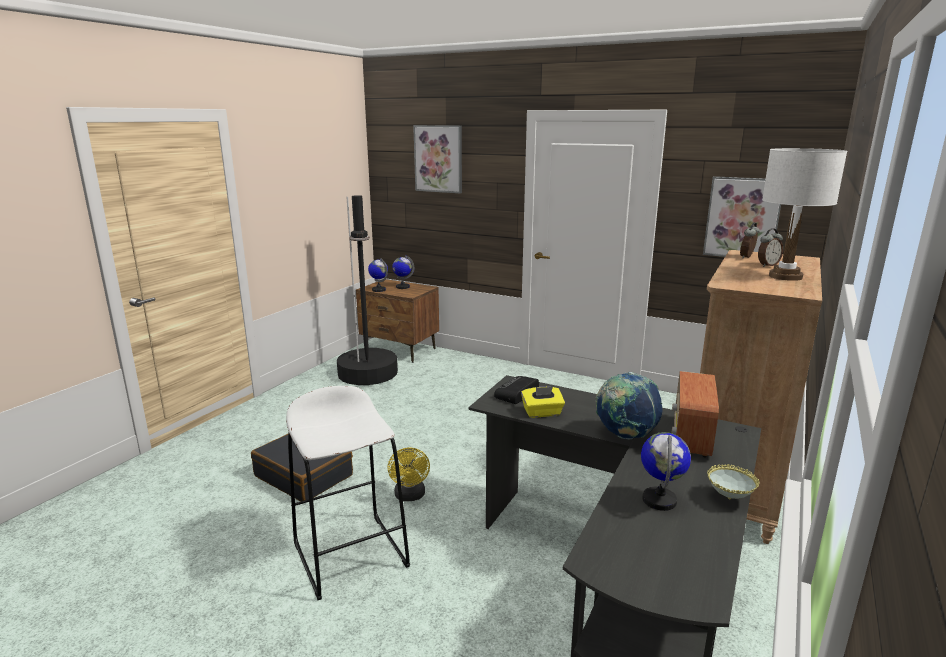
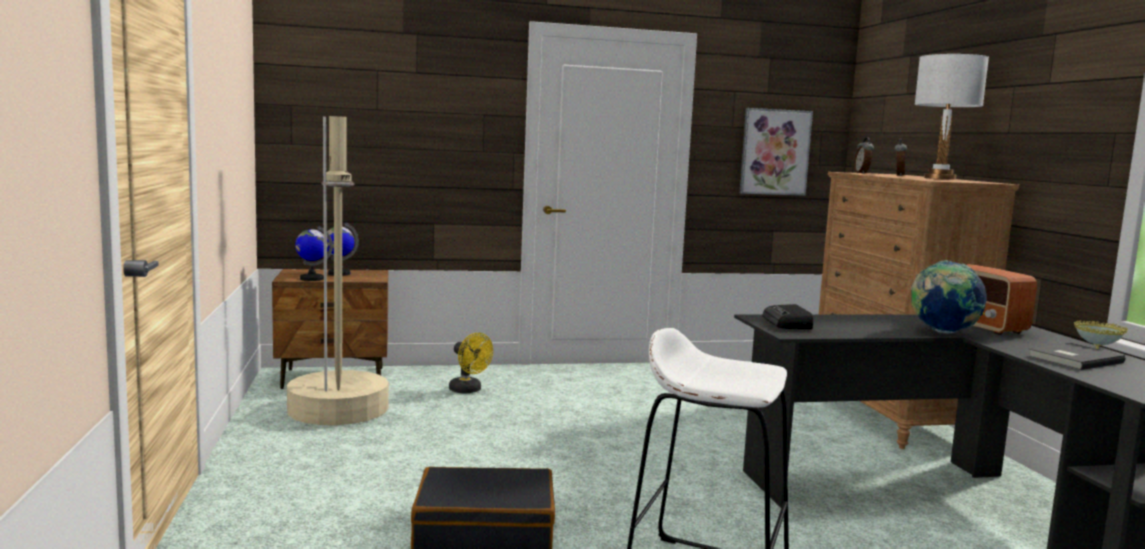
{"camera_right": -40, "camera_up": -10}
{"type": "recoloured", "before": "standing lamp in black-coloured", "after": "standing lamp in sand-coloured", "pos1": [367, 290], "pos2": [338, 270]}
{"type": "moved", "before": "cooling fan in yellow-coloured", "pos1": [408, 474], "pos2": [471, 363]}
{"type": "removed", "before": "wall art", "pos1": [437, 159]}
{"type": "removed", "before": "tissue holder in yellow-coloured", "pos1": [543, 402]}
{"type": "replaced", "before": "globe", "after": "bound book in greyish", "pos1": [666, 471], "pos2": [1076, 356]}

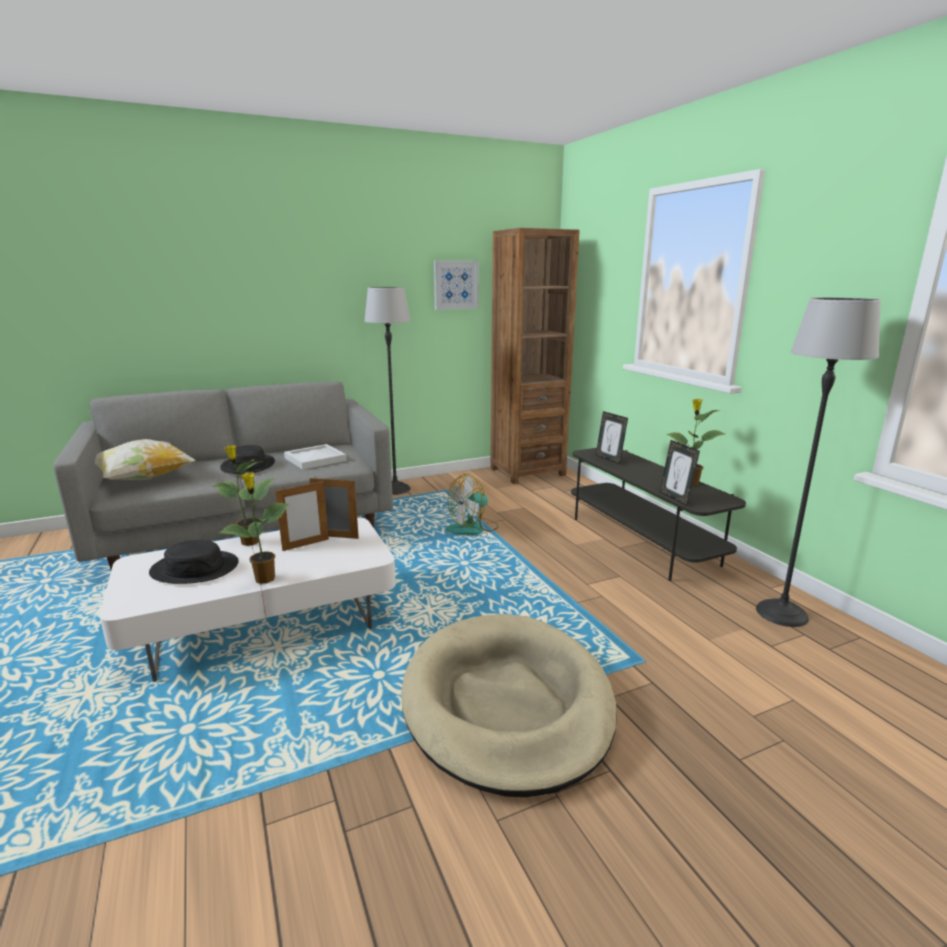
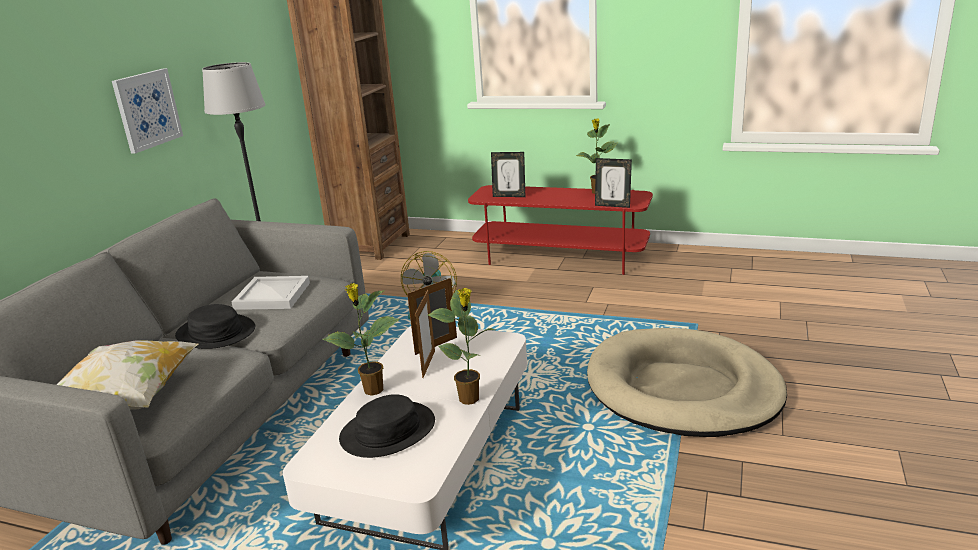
{"camera_right": -45, "camera_up": 5}
{"type": "moved", "before": "wall art", "pos1": [456, 285], "pos2": [147, 111]}
{"type": "recoloured", "before": "tv stand in greyish", "after": "tv stand in reddish", "pos1": [658, 514], "pos2": [560, 230]}
{"type": "removed", "before": "standing lamp", "pos1": [818, 462]}

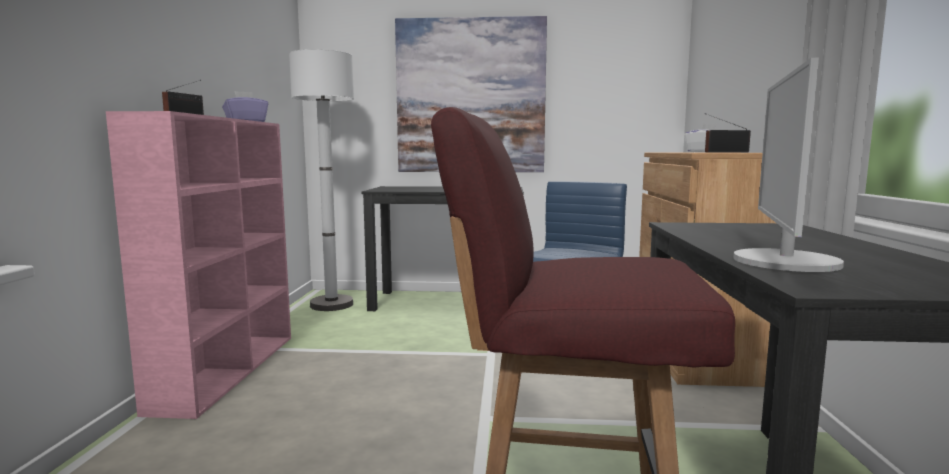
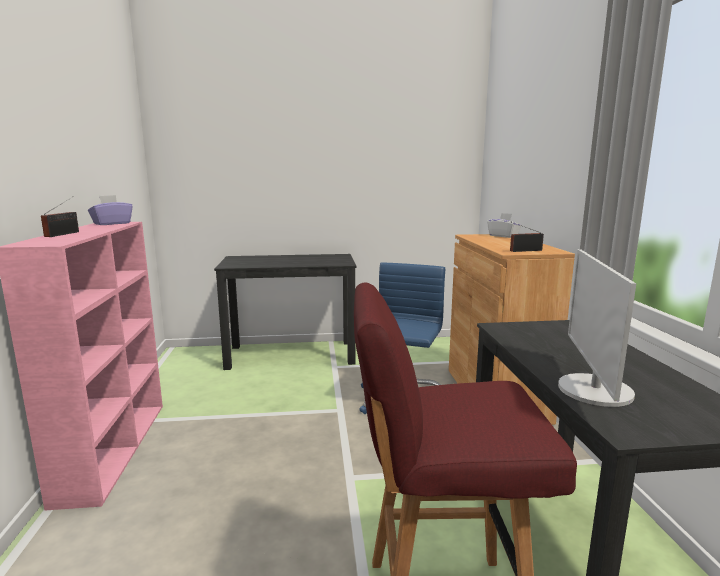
{"camera_right": -10, "camera_up": 5}
{"type": "removed", "before": "standing lamp in whitish", "pos1": [321, 180]}
{"type": "removed", "before": "wall art", "pos1": [471, 94]}

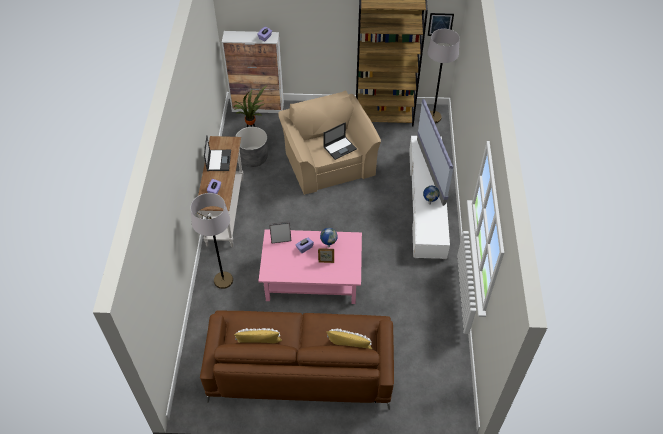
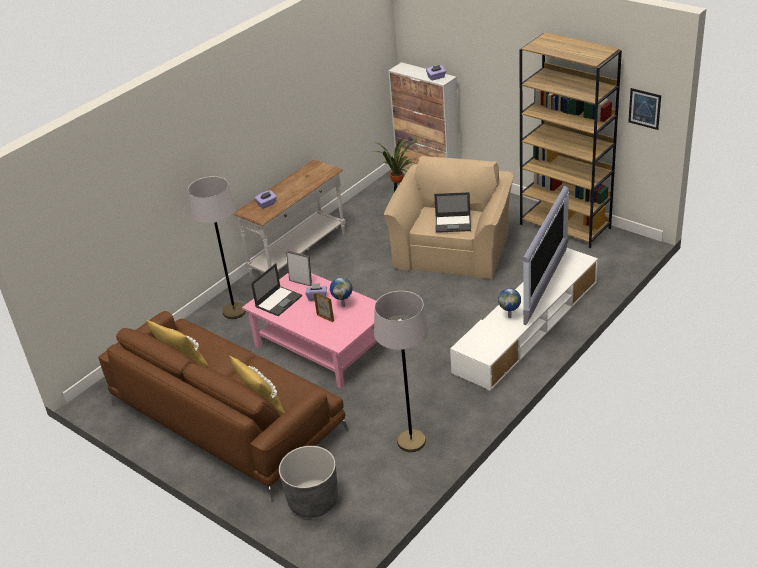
{"camera_right": 40, "camera_up": -15}
{"type": "moved", "before": "notebook computer", "pos1": [217, 153], "pos2": [276, 289]}
{"type": "moved", "before": "flower pot in greyish", "pos1": [251, 147], "pos2": [308, 482]}
{"type": "moved", "before": "standing lamp in greyish", "pos1": [443, 76], "pos2": [401, 371]}

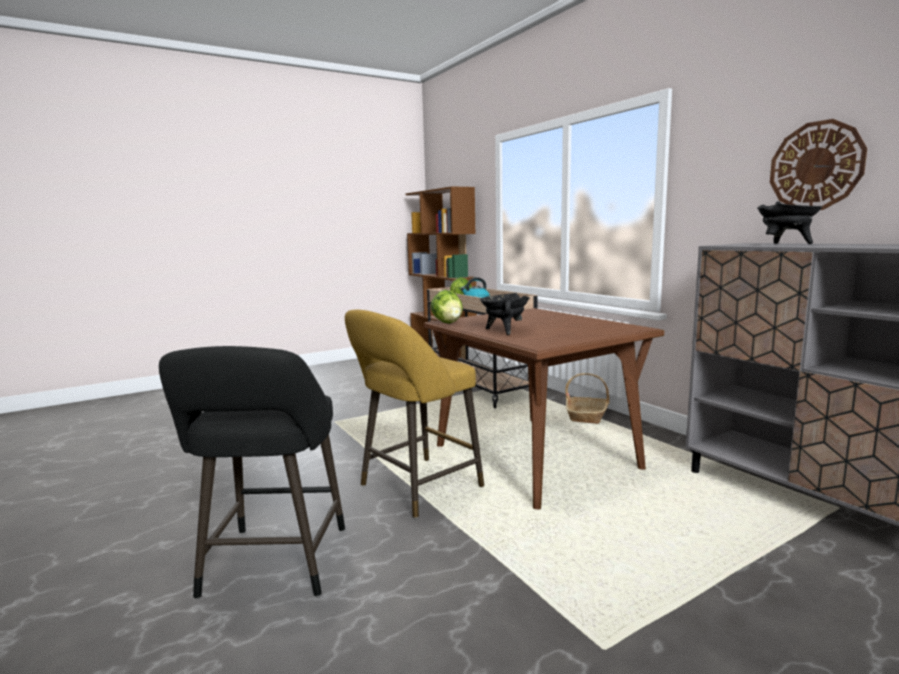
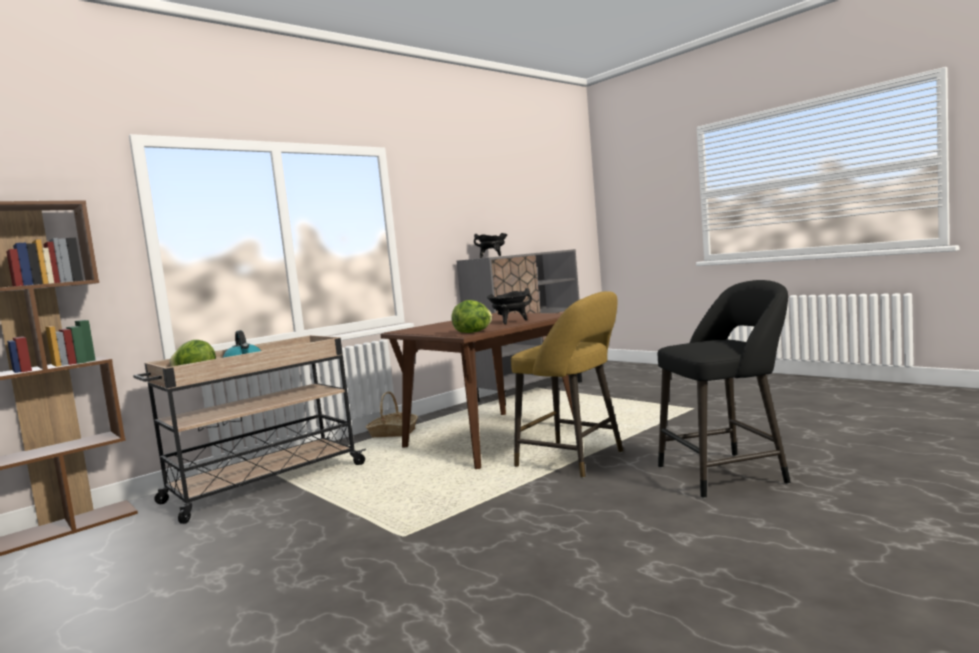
{"camera_right": -100, "camera_up": -5}
{"type": "removed", "before": "wall clock", "pos1": [818, 164]}

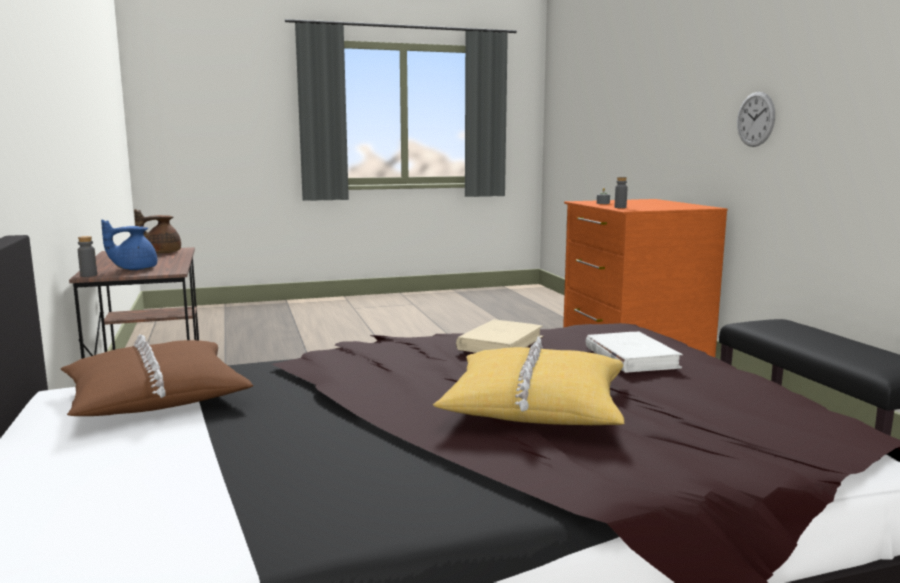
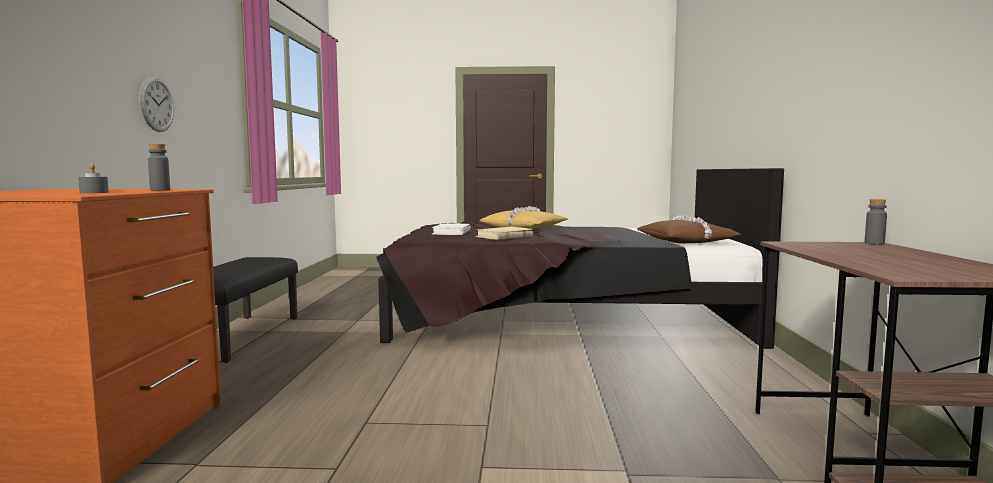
{"camera_right": -160, "camera_up": -5}
{"type": "removed", "before": "teapot in blue-coloured", "pos1": [129, 245]}
{"type": "removed", "before": "teapot in brownish", "pos1": [157, 231]}
{"type": "moved", "before": "wall clock", "pos1": [756, 119], "pos2": [156, 104]}

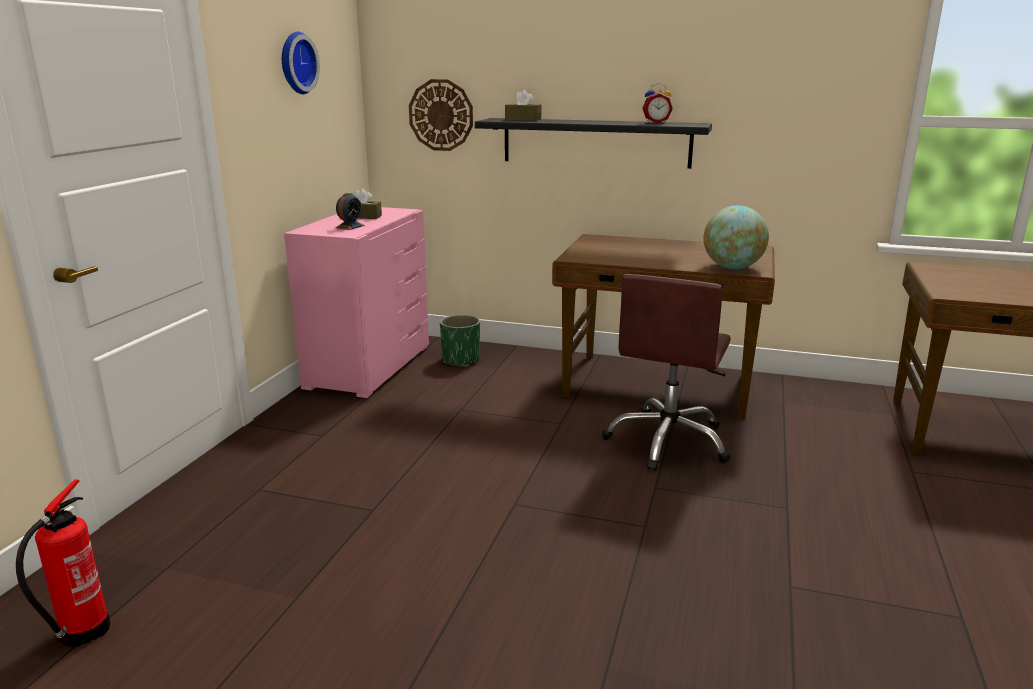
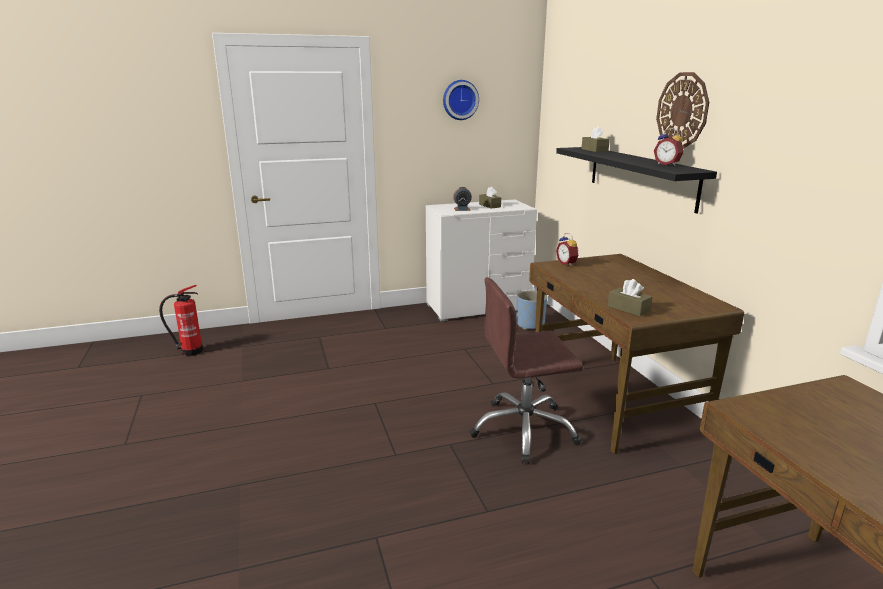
{"camera_right": 55, "camera_up": 0}
{"type": "recoloured", "before": "drawer chest in pink-coloured", "after": "drawer chest in whitish", "pos1": [356, 302], "pos2": [481, 260]}
{"type": "moved", "before": "wall clock", "pos1": [441, 115], "pos2": [682, 110]}
{"type": "recoloured", "before": "flower pot in green", "after": "flower pot in blue-coloured", "pos1": [460, 340], "pos2": [531, 310]}
{"type": "replaced", "before": "globe", "after": "tissue holder in brownish", "pos1": [736, 237], "pos2": [630, 297]}
{"type": "added", "after": "table clock", "pos2": [567, 249]}

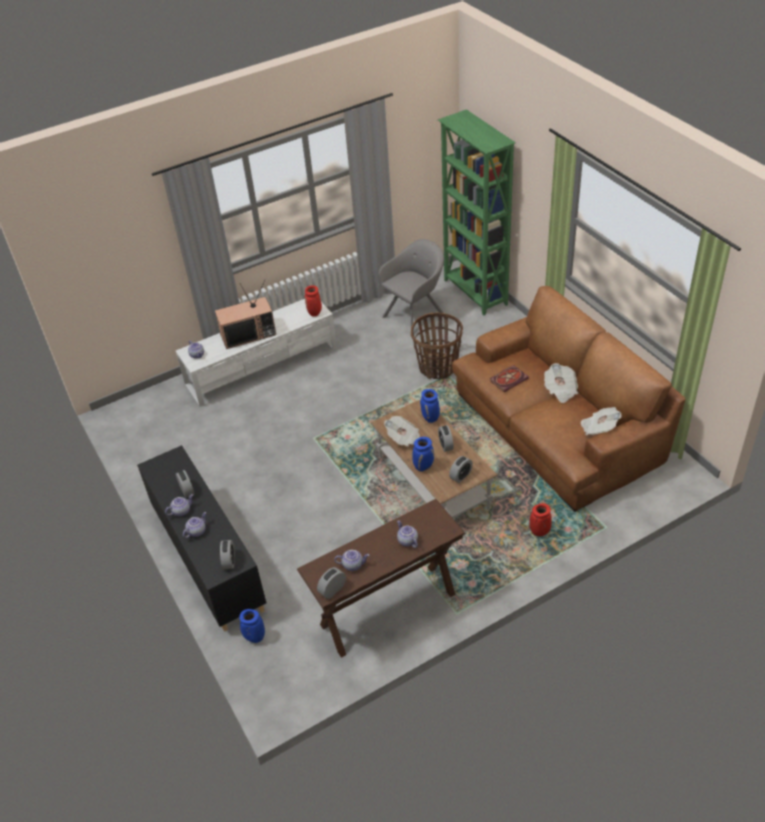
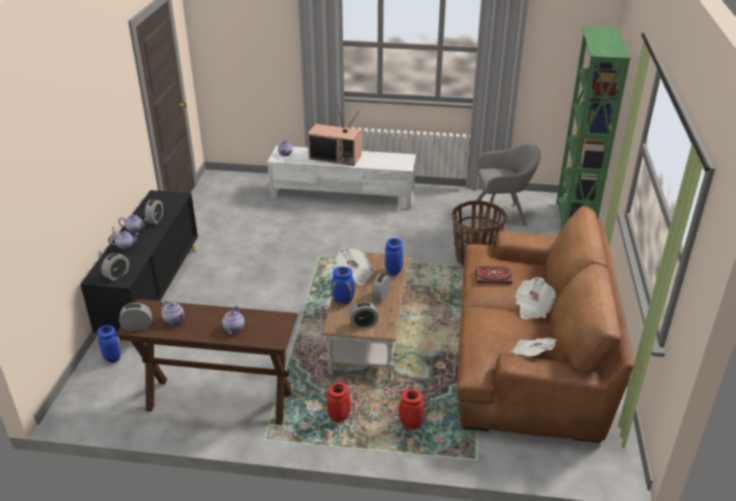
{"camera_right": 35, "camera_up": -10}
{"type": "moved", "before": "flower vase in reddish", "pos1": [313, 301], "pos2": [339, 402]}

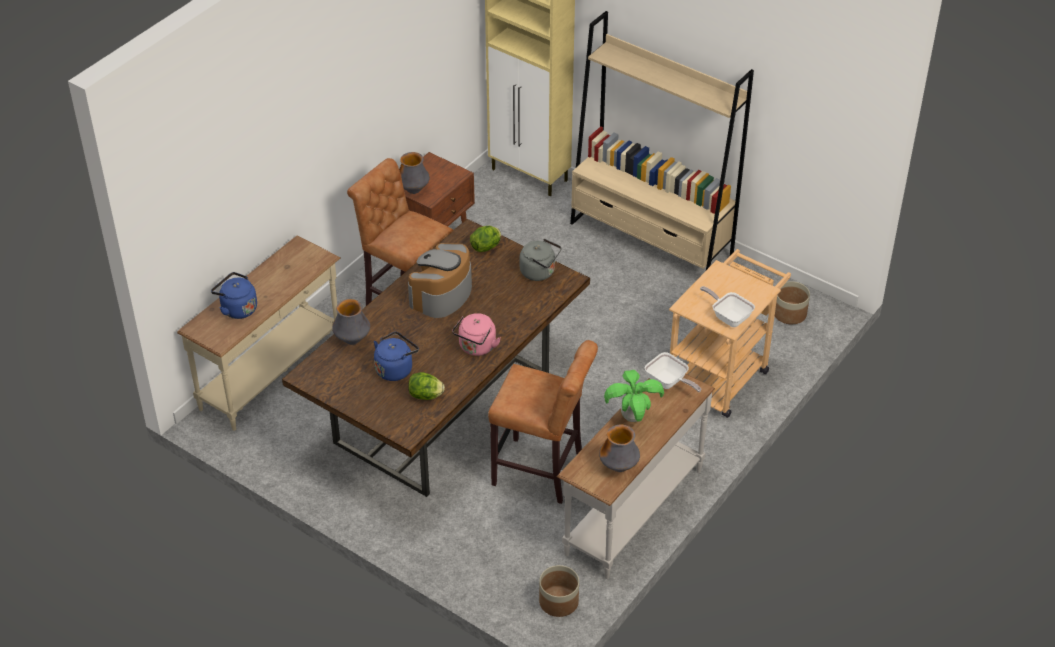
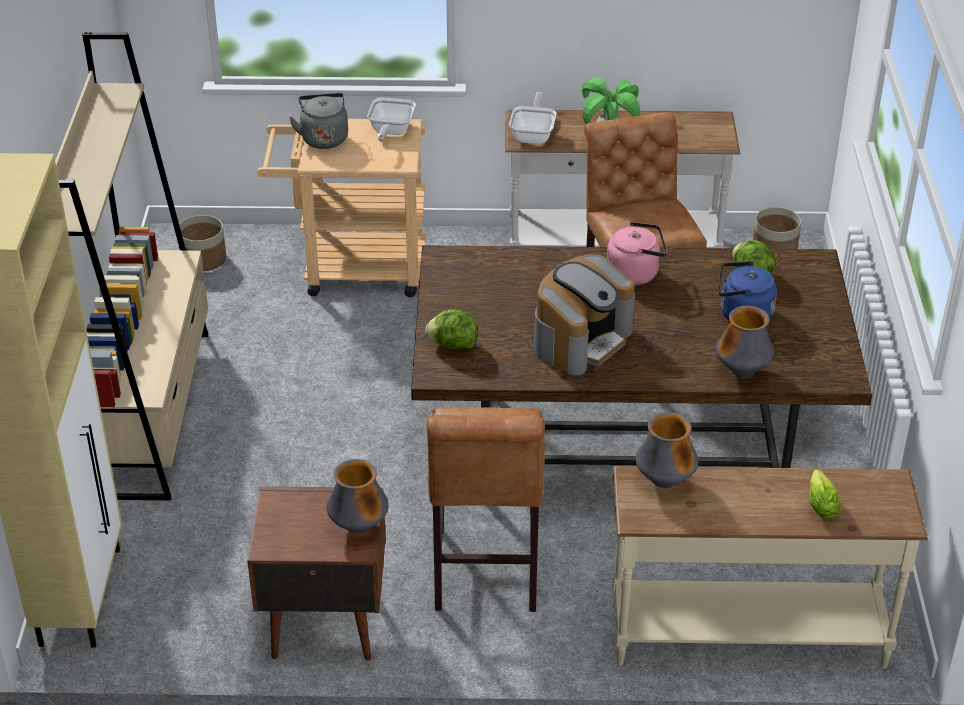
{"camera_right": -125, "camera_up": -5}
{"type": "replaced", "before": "tea kettle in blue-coloured", "after": "lettuce head", "pos1": [234, 295], "pos2": [825, 494]}
{"type": "turned", "before": "coffee machine", "pos1": [440, 280], "pos2": [584, 314], "turn": -45}
{"type": "moved", "before": "tea kettle in greyish", "pos1": [541, 260], "pos2": [318, 121]}
{"type": "moved", "before": "flower vase", "pos1": [619, 448], "pos2": [666, 450]}

